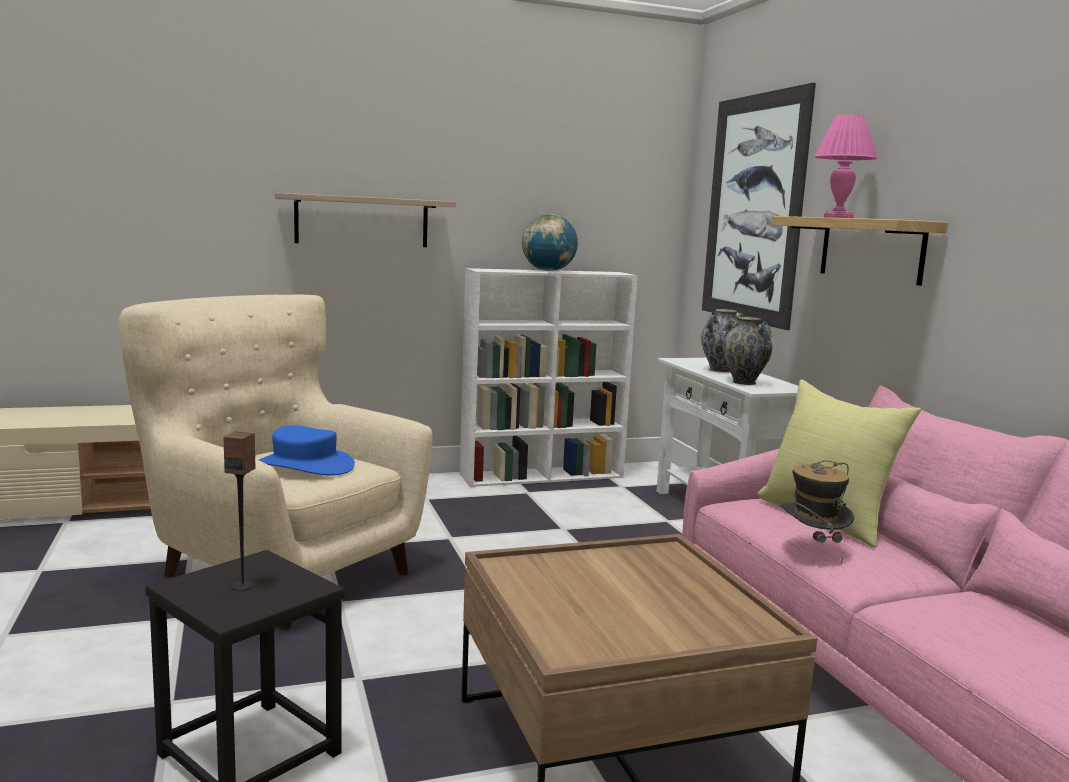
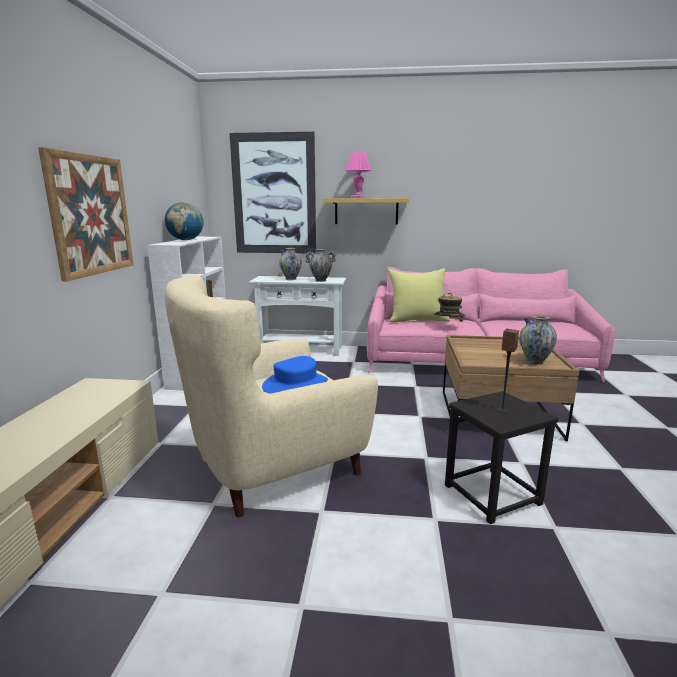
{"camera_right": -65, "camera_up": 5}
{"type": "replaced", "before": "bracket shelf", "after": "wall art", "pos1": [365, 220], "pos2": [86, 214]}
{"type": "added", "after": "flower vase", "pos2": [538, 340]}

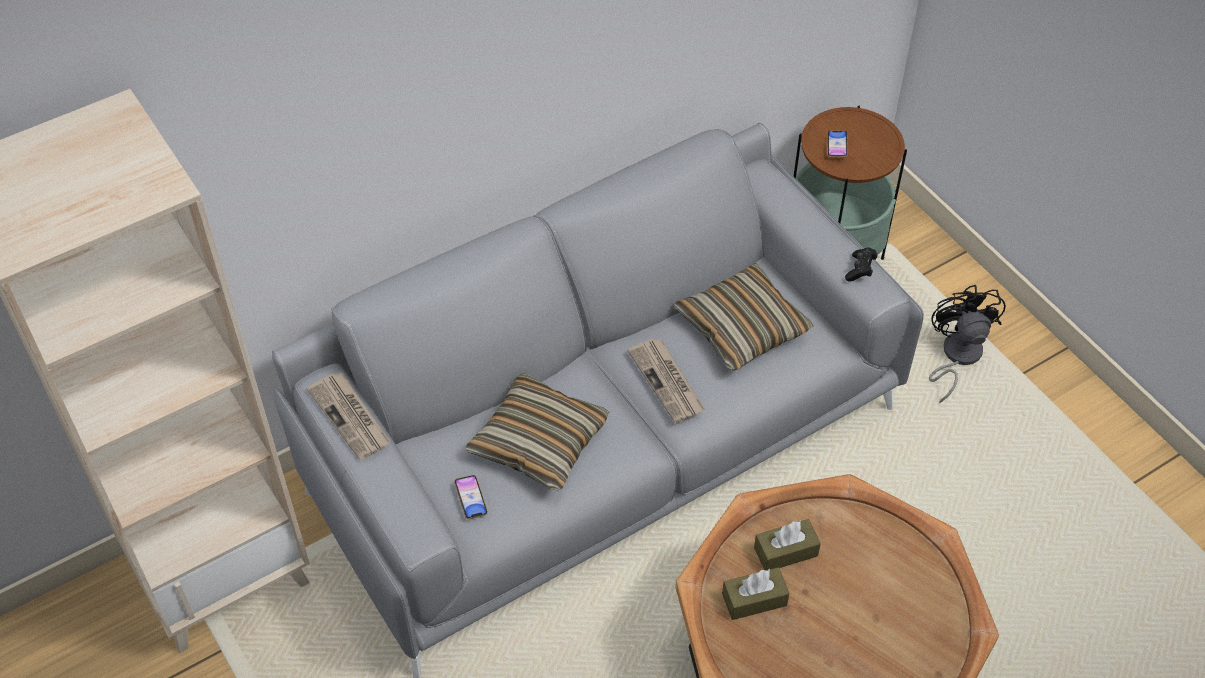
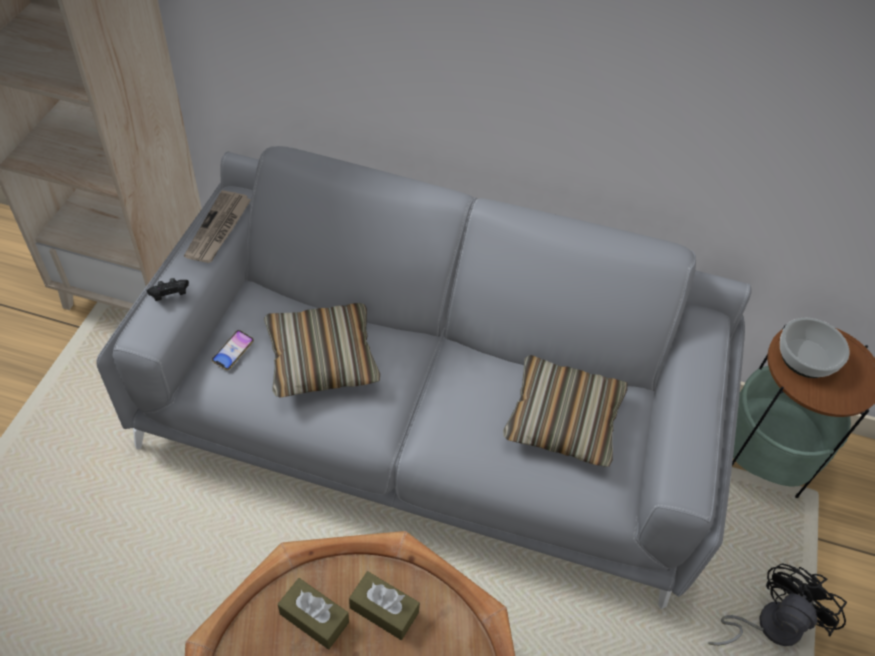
{"camera_right": 45, "camera_up": 0}
{"type": "removed", "before": "printed paper", "pos1": [666, 381]}
{"type": "replaced", "before": "phone", "after": "bowl", "pos1": [837, 144], "pos2": [815, 348]}
{"type": "moved", "before": "game controller in black-coloured", "pos1": [861, 265], "pos2": [168, 289]}

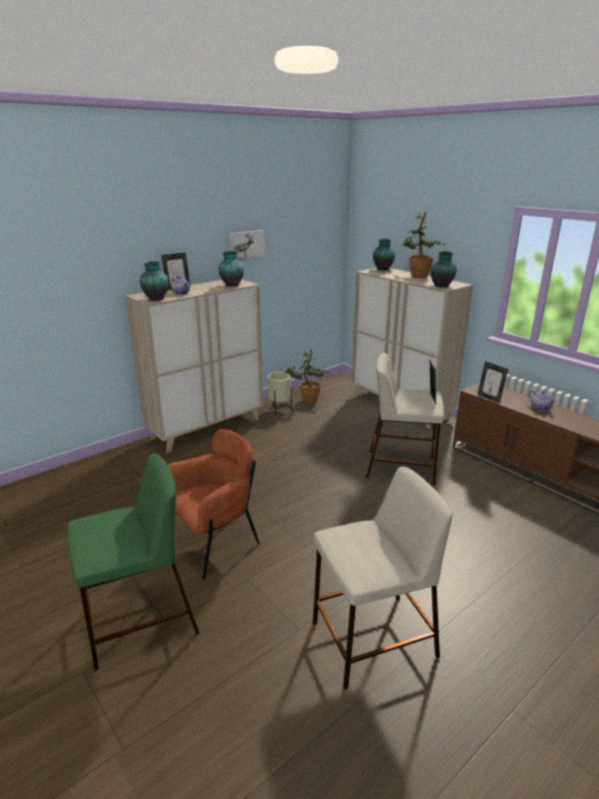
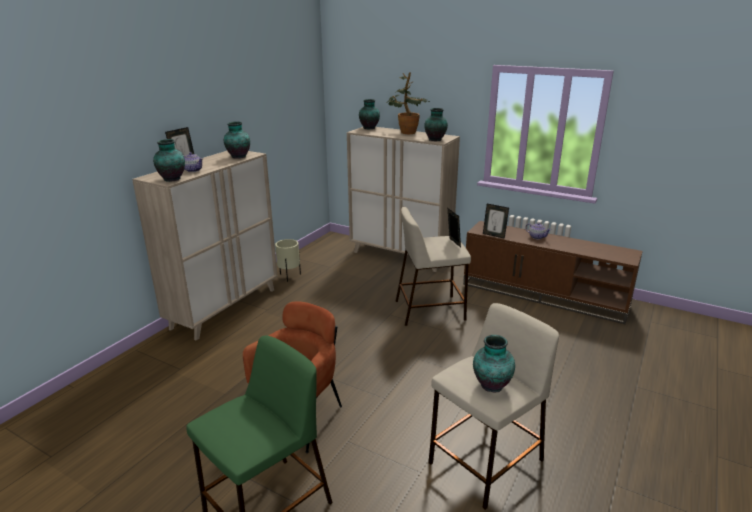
{"camera_right": -20, "camera_up": 0}
{"type": "removed", "before": "wall art", "pos1": [247, 245]}
{"type": "removed", "before": "houseplant", "pos1": [307, 376]}
{"type": "added", "after": "flower vase", "pos2": [494, 363]}

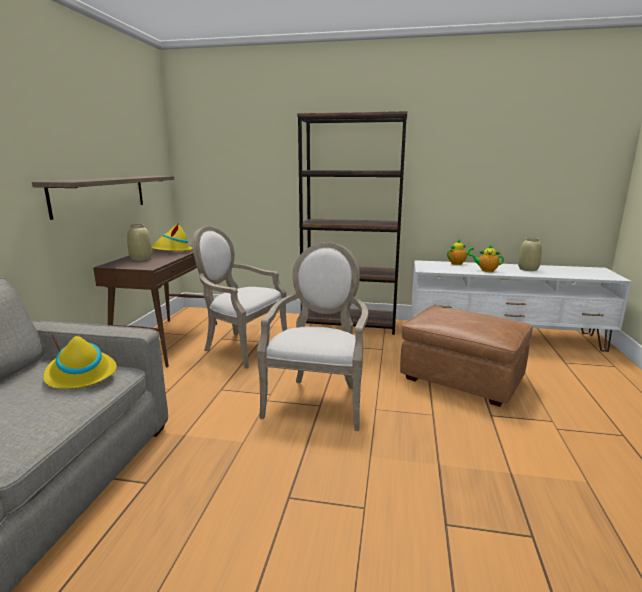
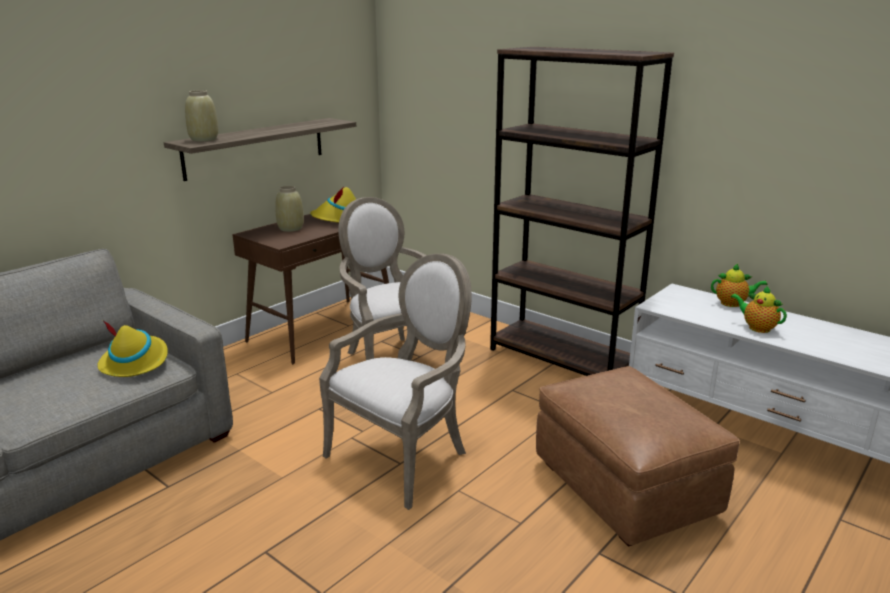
{"camera_right": 30, "camera_up": 5}
{"type": "moved", "before": "flower vase in sand-coloured", "pos1": [530, 254], "pos2": [201, 116]}

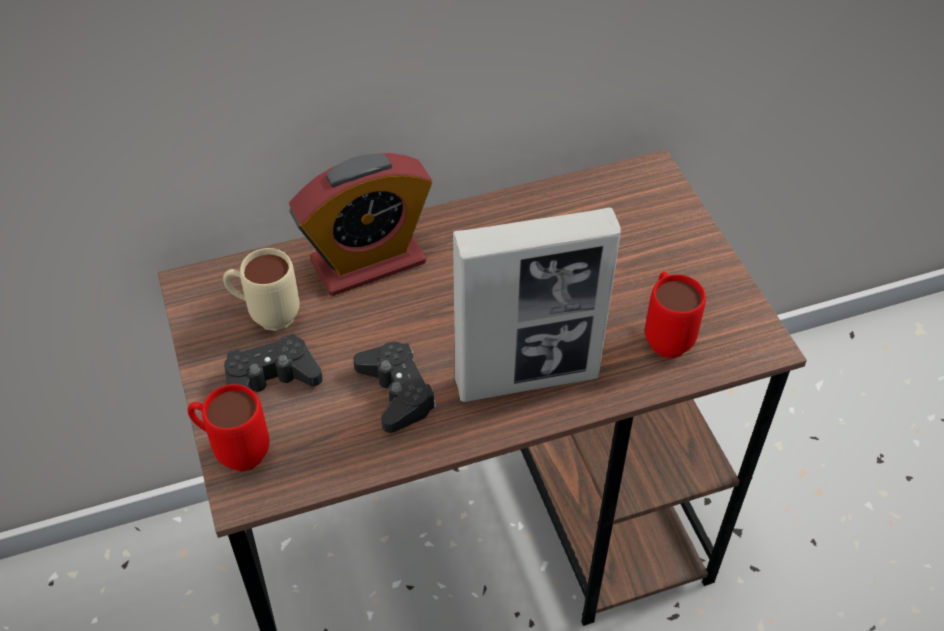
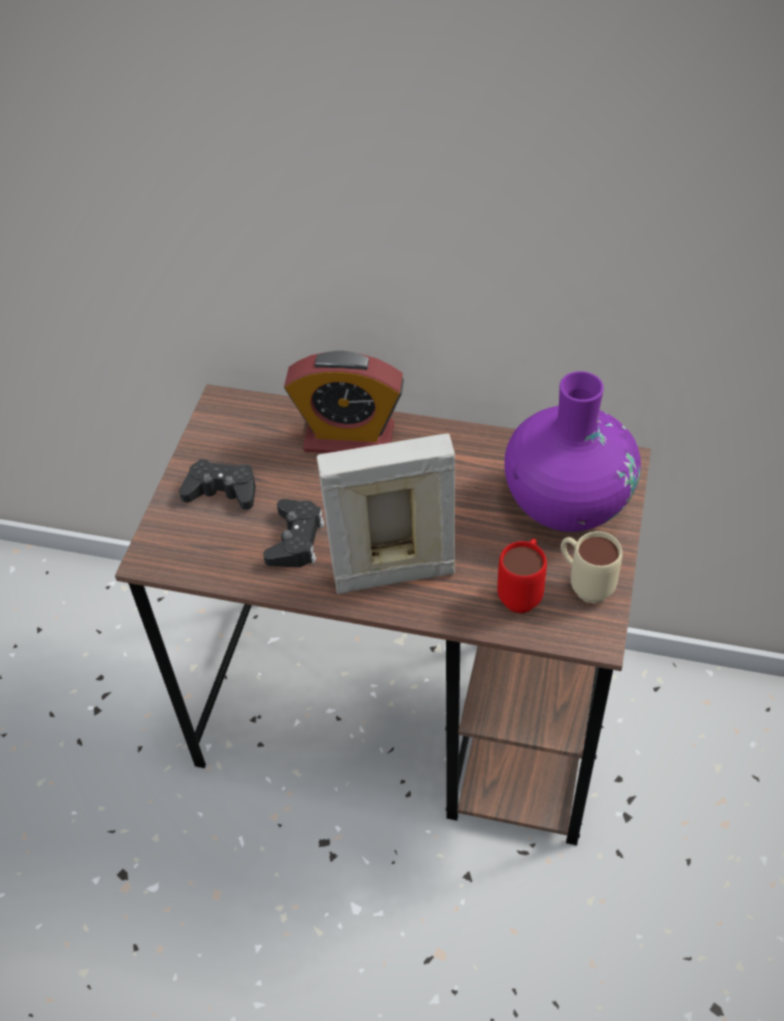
{"camera_right": 35, "camera_up": 0}
{"type": "removed", "before": "mug in reddish", "pos1": [228, 427]}
{"type": "moved", "before": "mug in sand-coloured", "pos1": [261, 289], "pos2": [591, 567]}
{"type": "turned", "before": "picture frame", "pos1": [537, 305], "pos2": [386, 513], "turn": 150}
{"type": "added", "after": "flower vase in purplish", "pos2": [572, 451]}

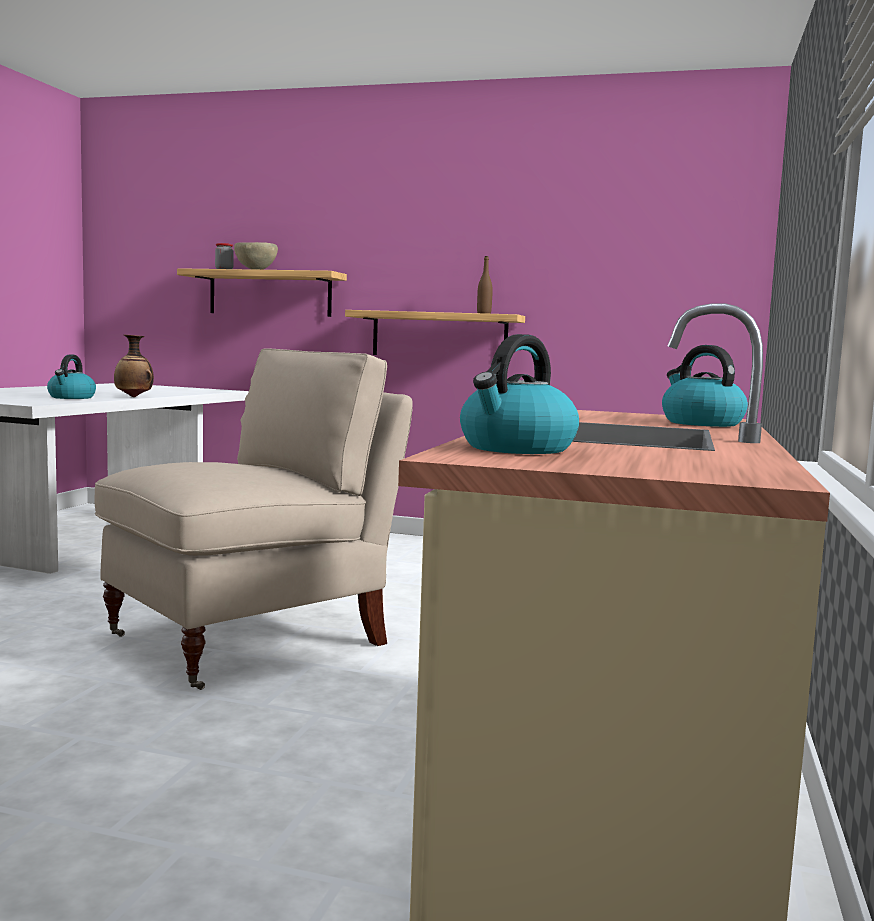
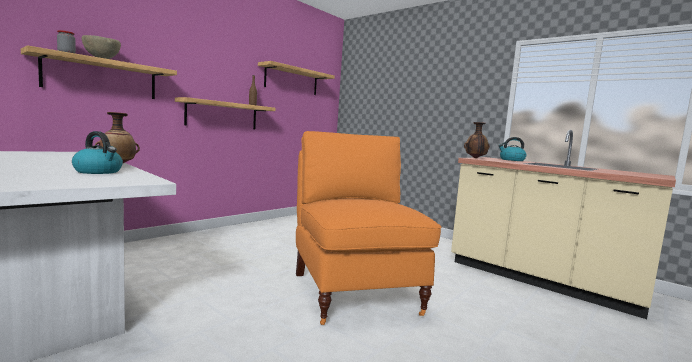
{"camera_right": -65, "camera_up": 0}
{"type": "recoloured", "before": "upright chair in sand-coloured", "after": "upright chair in orange", "pos1": [253, 519], "pos2": [369, 228]}
{"type": "removed", "before": "tea kettle", "pos1": [519, 394]}
{"type": "added", "after": "bracket shelf", "pos2": [296, 78]}
{"type": "added", "after": "flower vase", "pos2": [477, 140]}

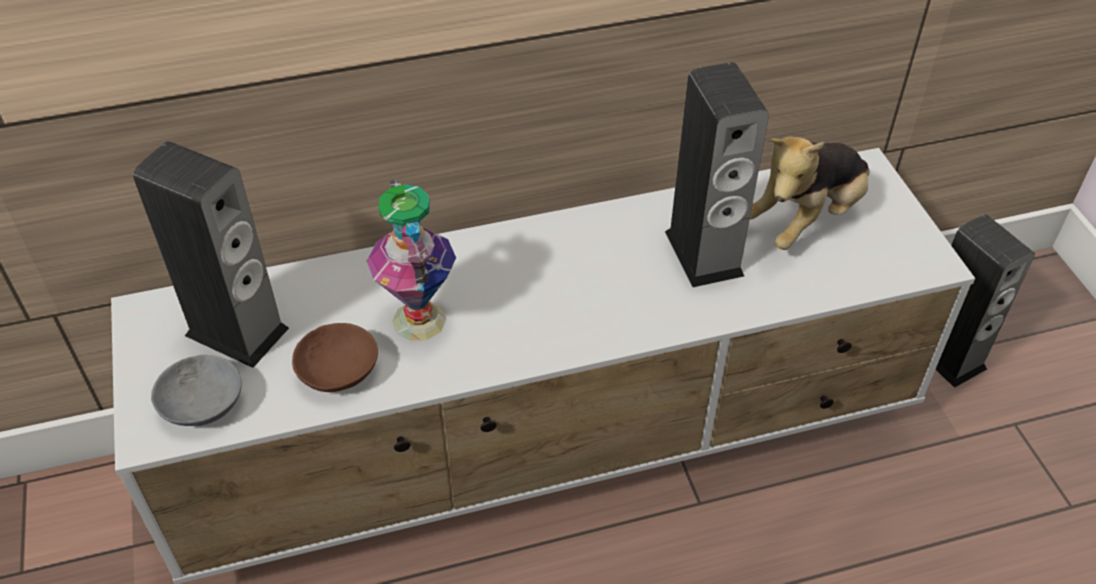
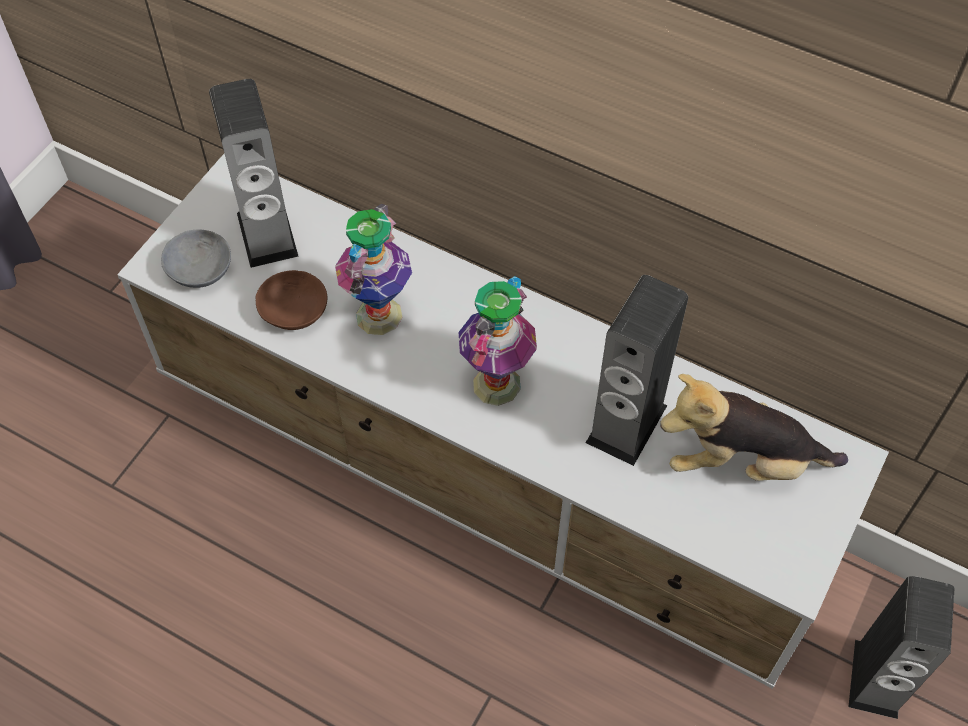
{"camera_right": 45, "camera_up": 10}
{"type": "added", "after": "flower vase", "pos2": [498, 341]}

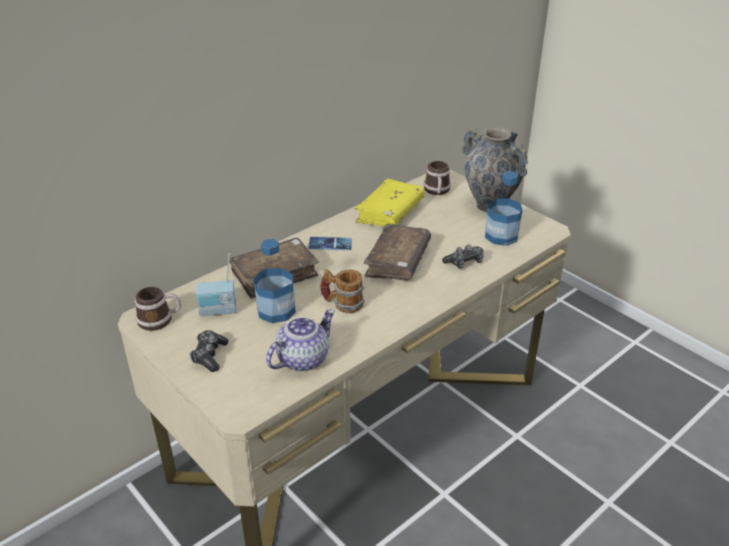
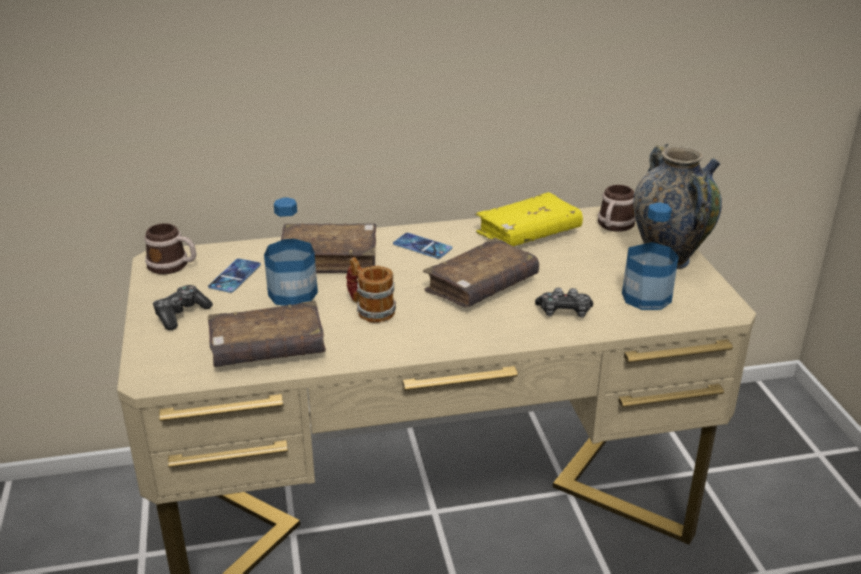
{"camera_right": 30, "camera_up": -5}
{"type": "replaced", "before": "radio set", "after": "phone", "pos1": [216, 284], "pos2": [234, 275]}
{"type": "replaced", "before": "teapot", "after": "bound book in brownish", "pos1": [300, 340], "pos2": [267, 334]}

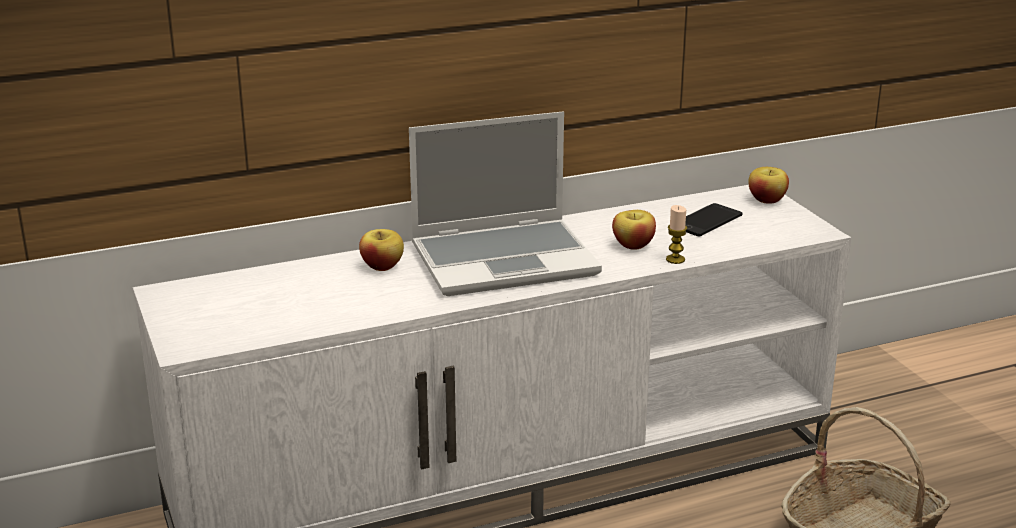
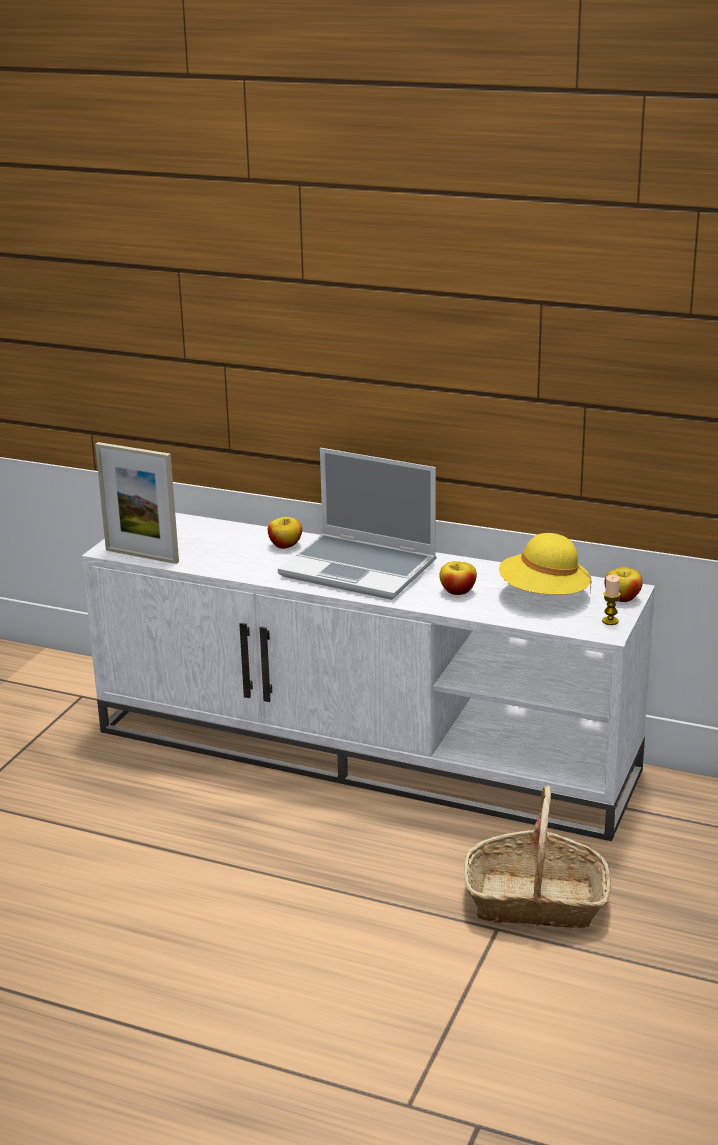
{"camera_right": 45, "camera_up": 0}
{"type": "moved", "before": "candle", "pos1": [676, 234], "pos2": [611, 600]}
{"type": "replaced", "before": "phone", "after": "clothing hat in yellow-coloured", "pos1": [713, 220], "pos2": [545, 564]}
{"type": "added", "after": "picture frame", "pos2": [137, 503]}

